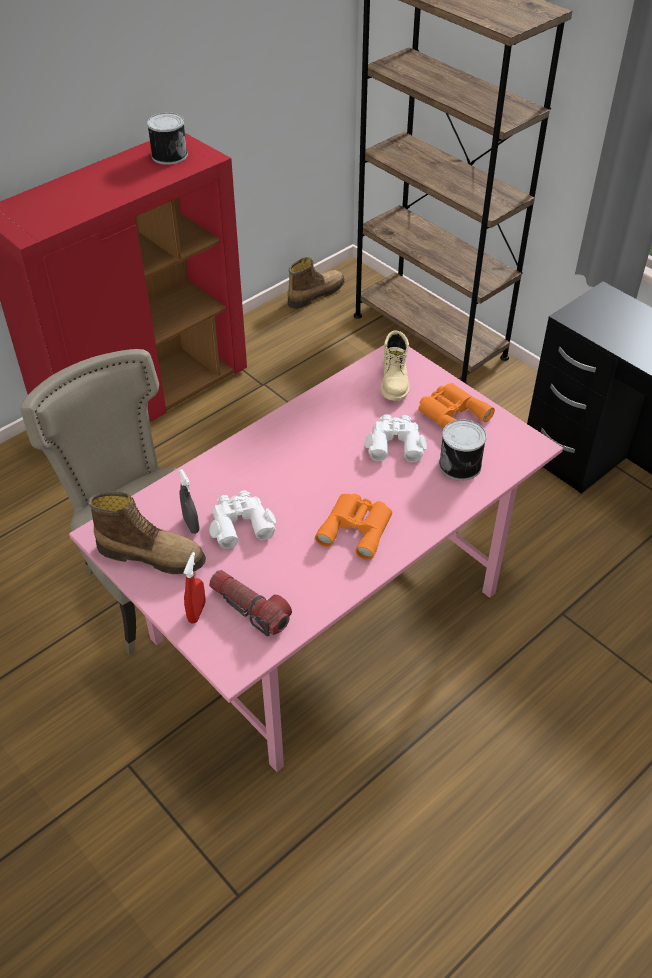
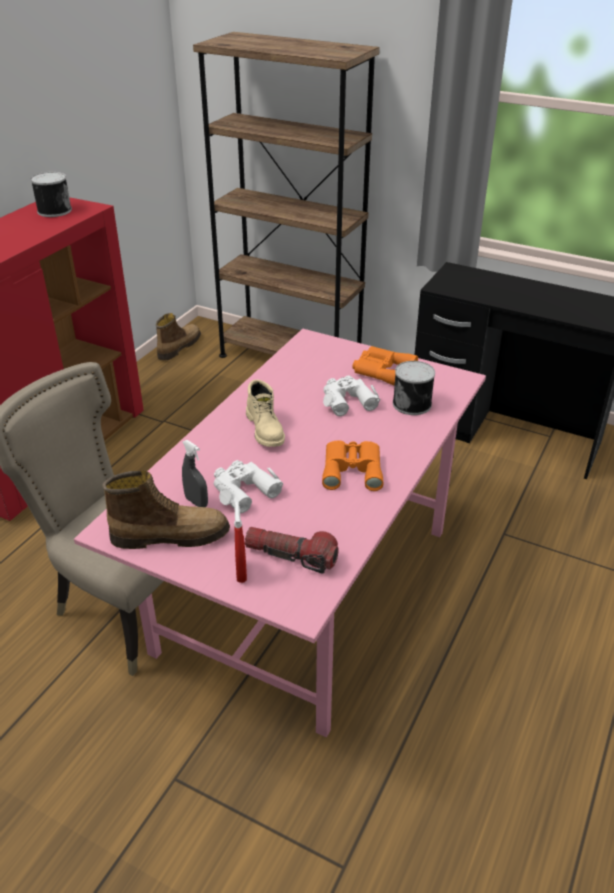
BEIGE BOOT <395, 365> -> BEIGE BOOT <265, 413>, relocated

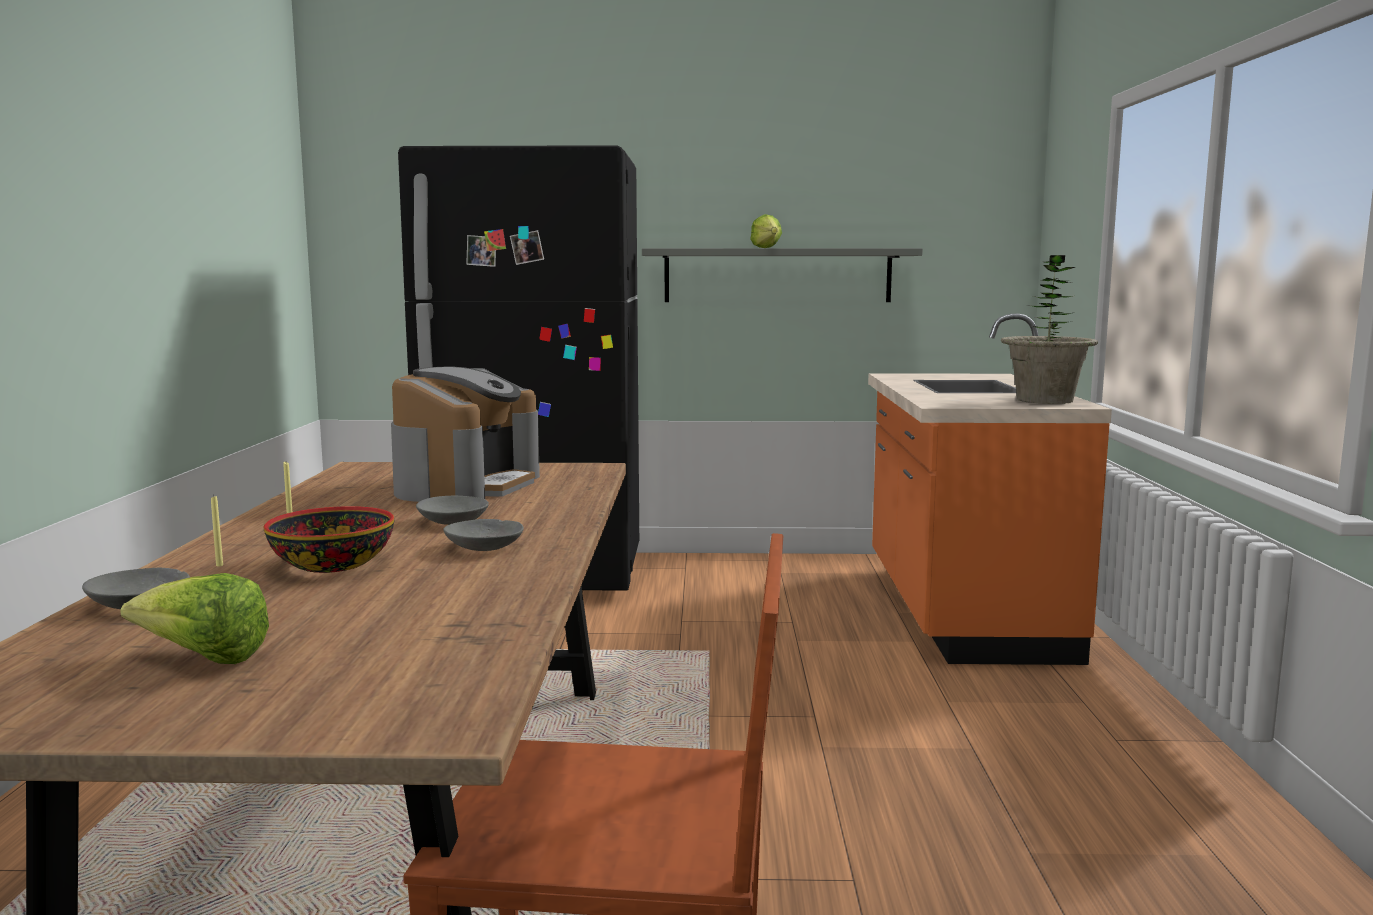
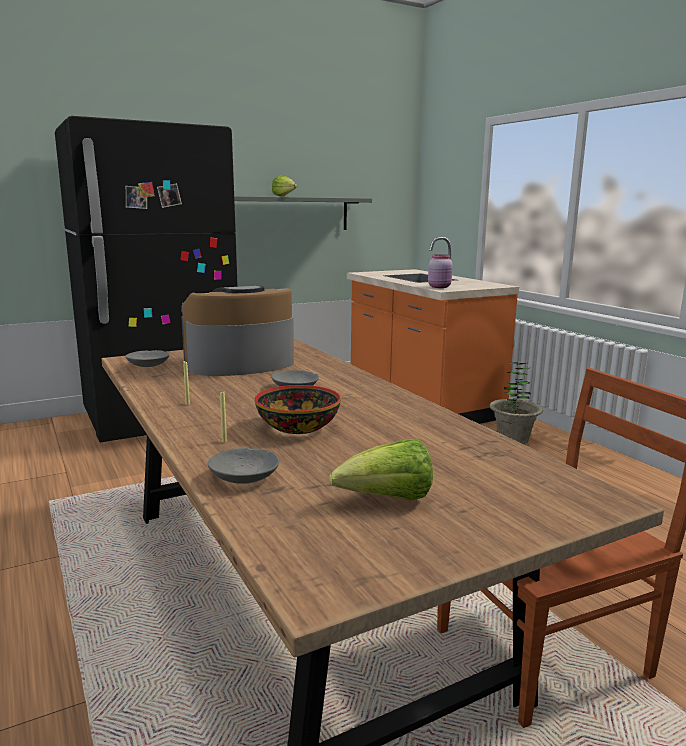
COFFEE MACHINE <465, 434> -> COFFEE MACHINE <237, 331>, 105 degrees counterclockwise
GREY BOWL <483, 535> -> GREY BOWL <147, 358>, relocated
POTTED PLANT <1049, 329> -> POTTED PLANT <516, 403>, relocated
none -> PINK JAR <440, 271>

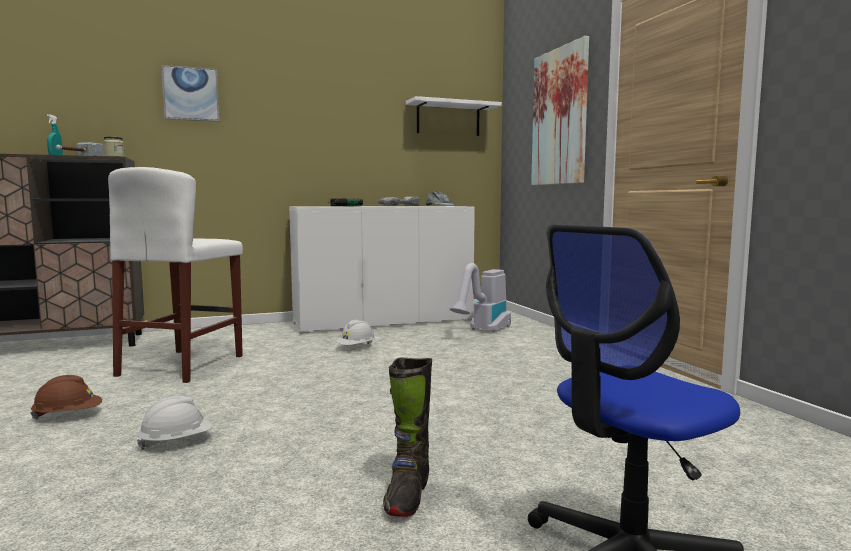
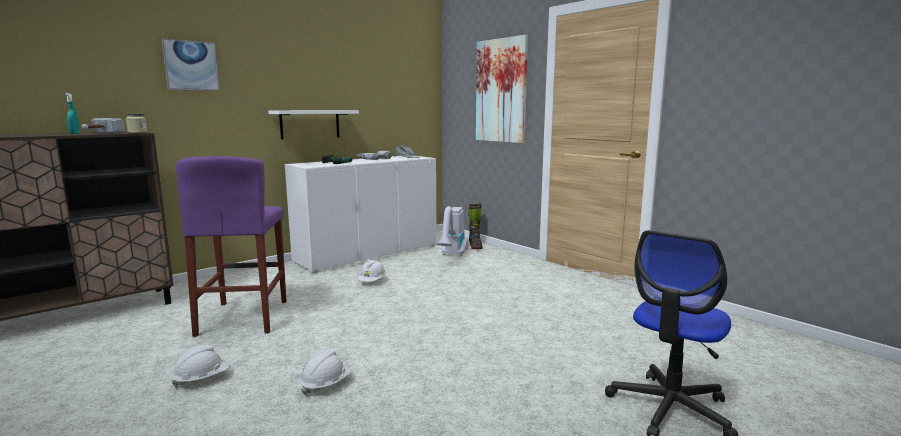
BROWN HARD HAT <66, 397> -> WHITE HARD HAT <200, 366>
WHITE STOOL <175, 275> -> PURPLE STOOL <231, 246>
BLACK BOOT <407, 437> -> BLACK BOOT <475, 226>, relocated
WHITE SHELF <454, 116> -> WHITE SHELF <313, 125>, relocated

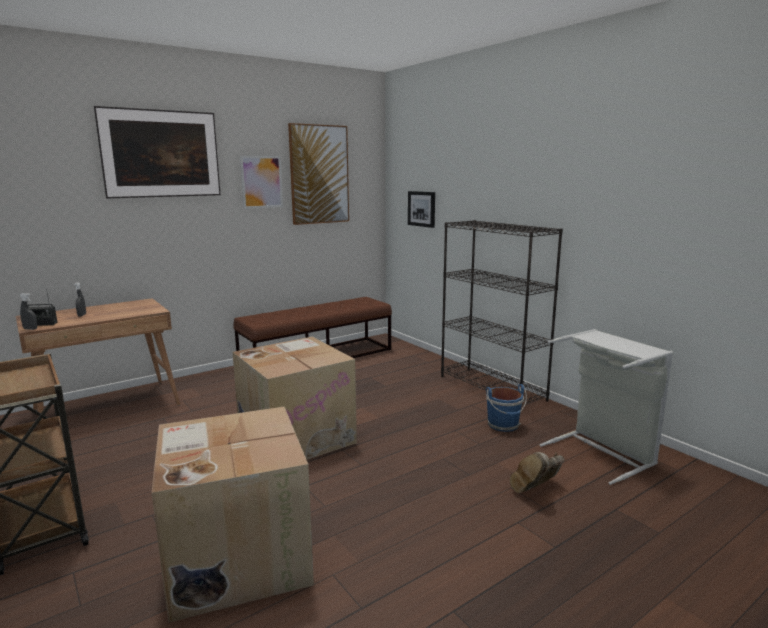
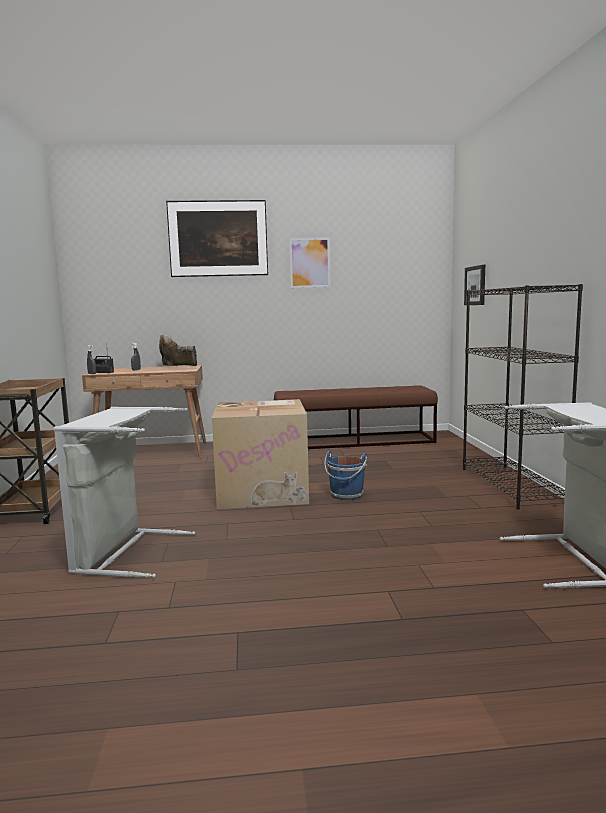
CARDBOARD BOX <233, 515> -> GREY LAUNDRY BASKET <124, 492>
PICTURE <318, 174> -> none
BLUE BUCKET <506, 408> -> BLUE BUCKET <345, 475>, relocated
BROWN BOOT <537, 472> -> BROWN BOOT <178, 350>, relocated

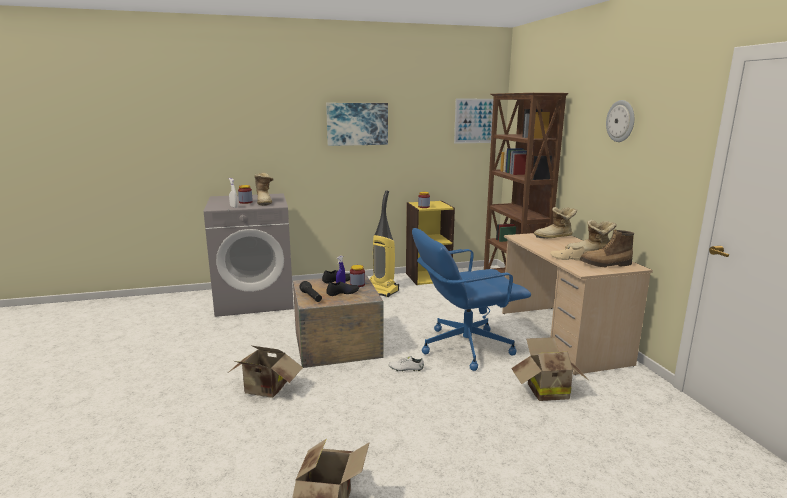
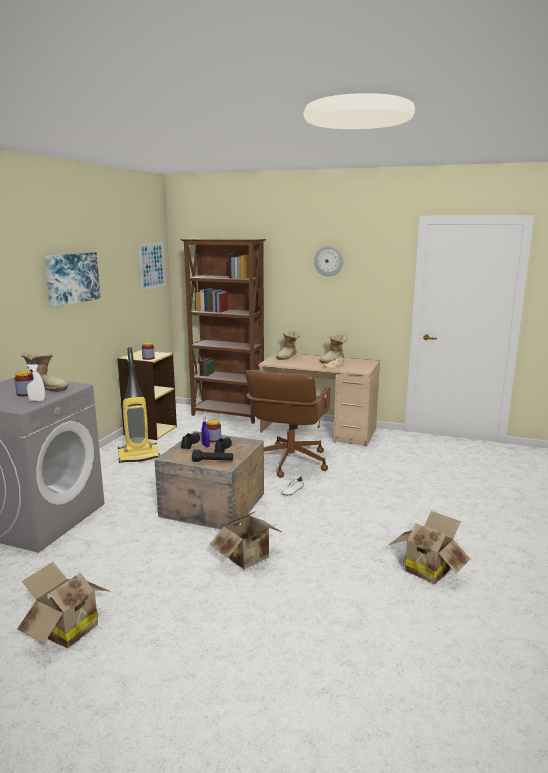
BLUE OFFICE CHAIR <471, 299> -> BROWN OFFICE CHAIR <288, 424>
CARDBOARD BOX <549, 369> -> CARDBOARD BOX <64, 605>, relocated
BOOT <607, 249> -> none

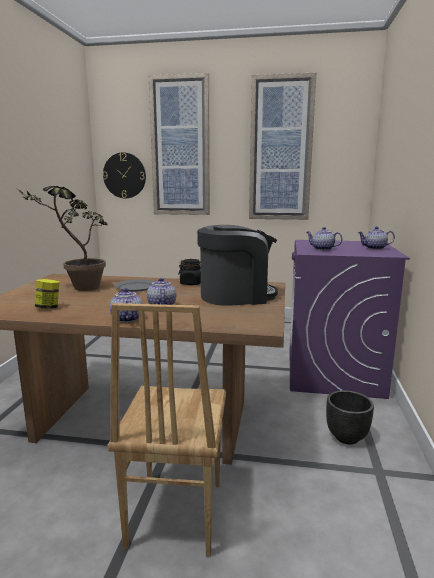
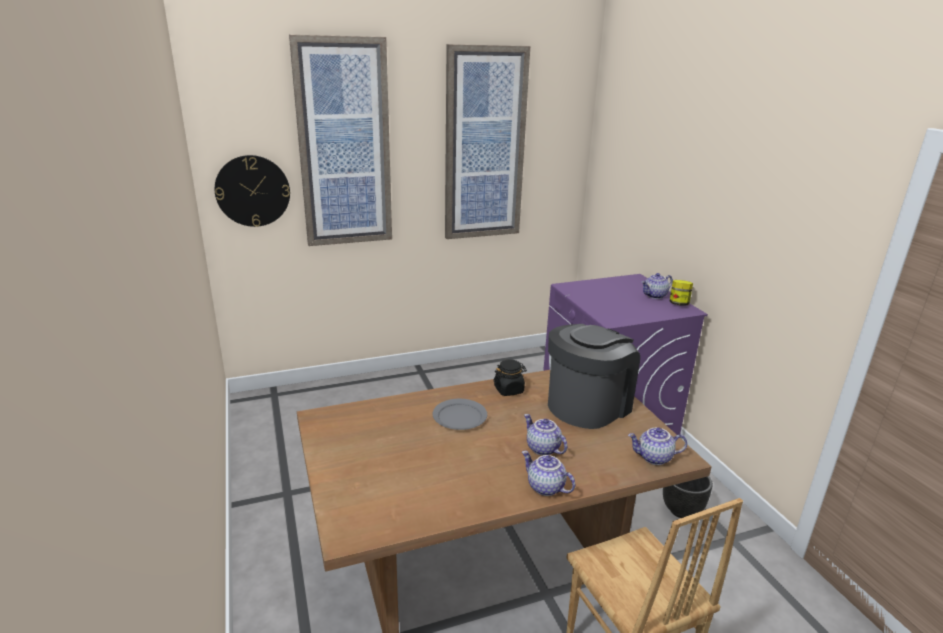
POTTED PLANT <62, 238> -> none
JAR <47, 294> -> JAR <681, 293>, relocated
TEAPOT <324, 238> -> TEAPOT <657, 446>, relocated

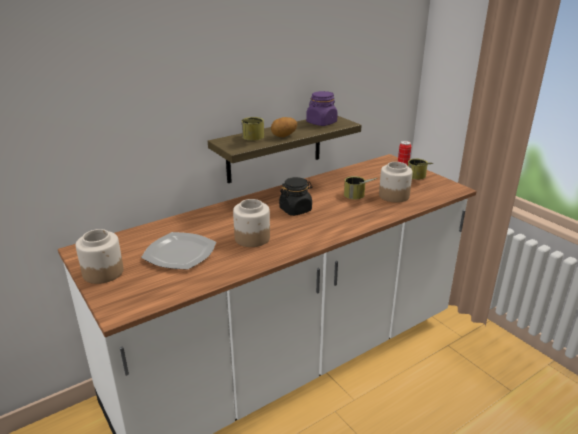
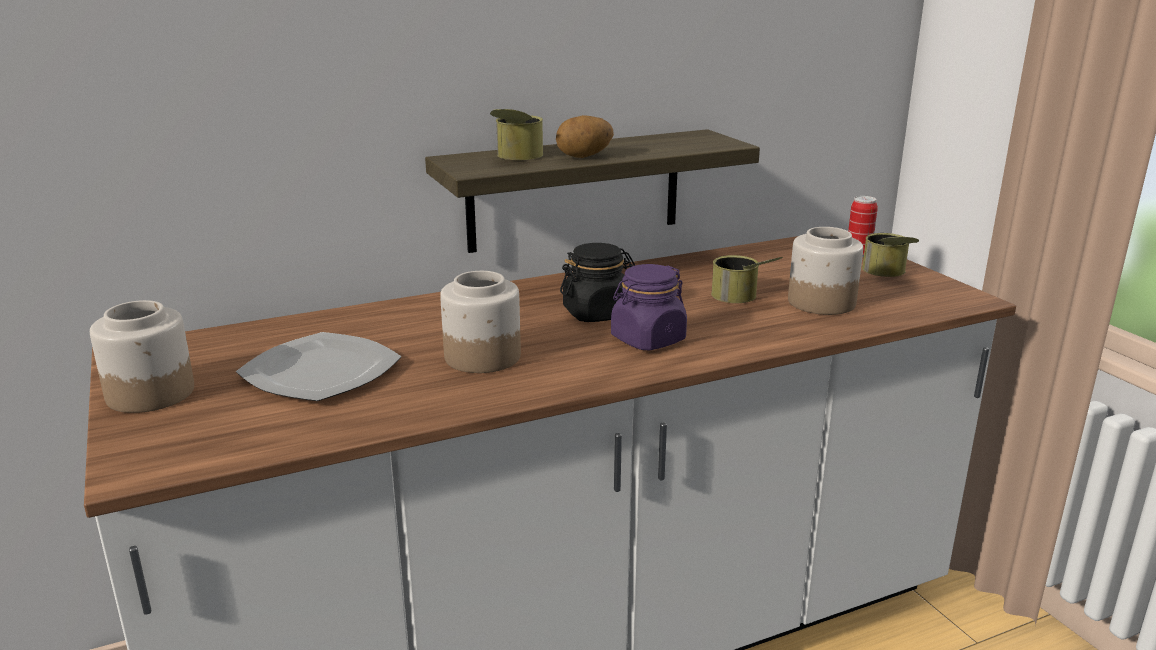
PURPLE JAR <322, 108> -> PURPLE JAR <649, 307>, relocated

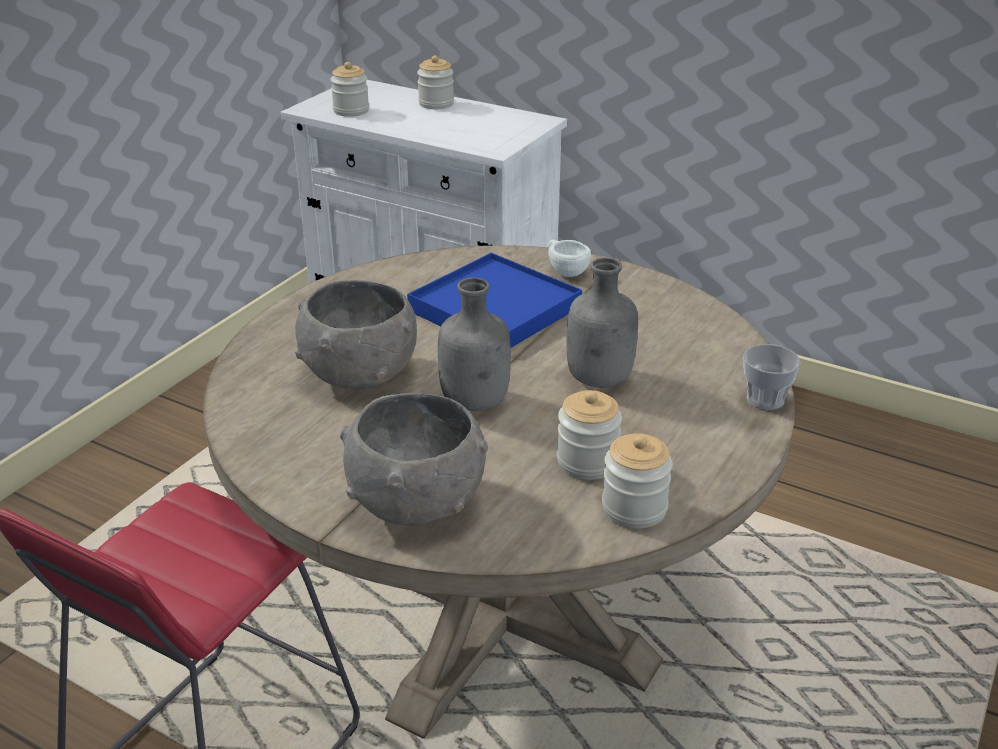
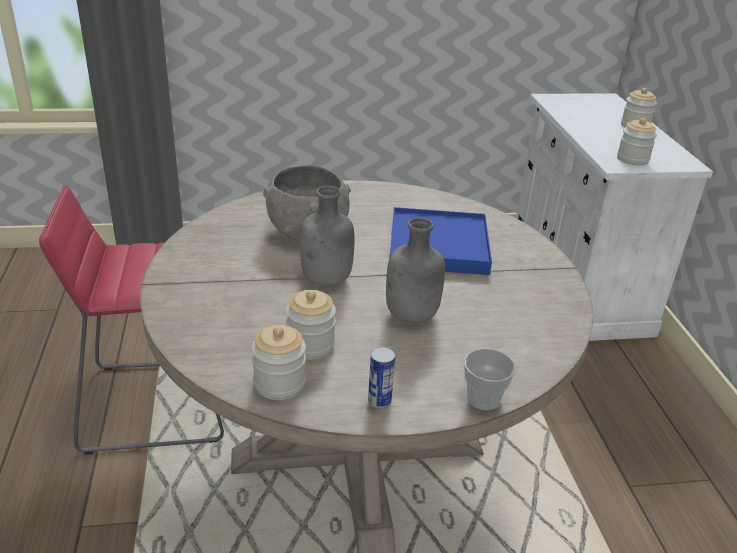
JAR <349, 89> -> JAR <637, 142>, relocated
GREY BOWL <414, 459> -> none
WHITE CUP <569, 258> -> none
none -> CAN <381, 378>

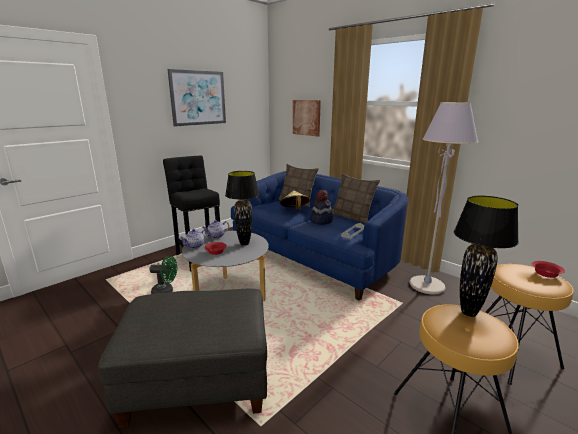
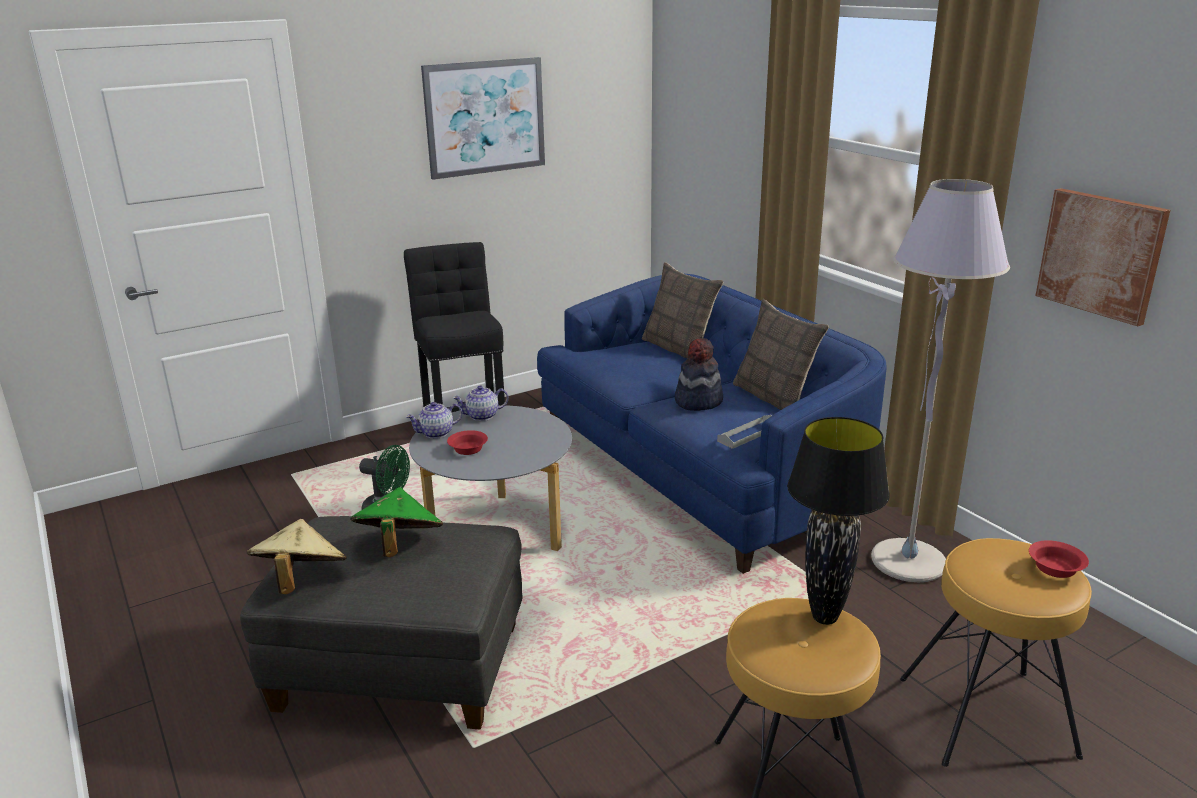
BLACK TABLE LAMP <242, 208> -> none
BEIGE HAT <295, 200> -> BEIGE HAT <297, 556>, relocated
PICTURE <307, 118> -> PICTURE <1102, 257>, relocated
none -> GREEN HAT <397, 522>

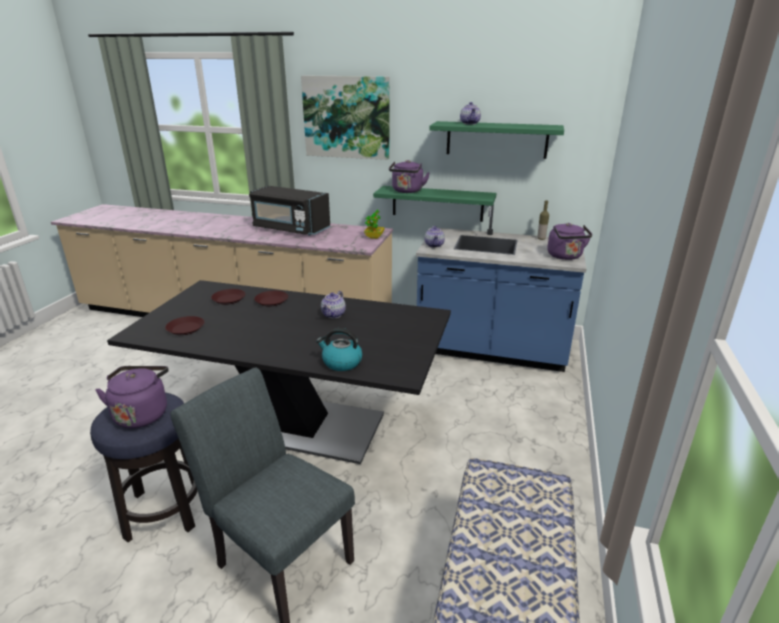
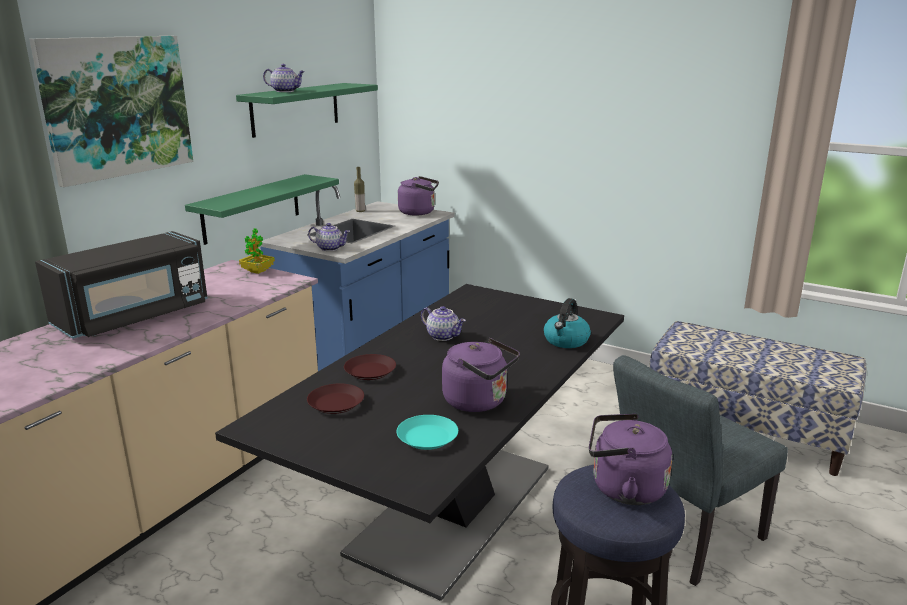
BROWN PLATE <184, 325> -> TURQUOISE PLATE <427, 432>
PURPLE KETTLE <409, 176> -> PURPLE KETTLE <481, 375>, relocated

